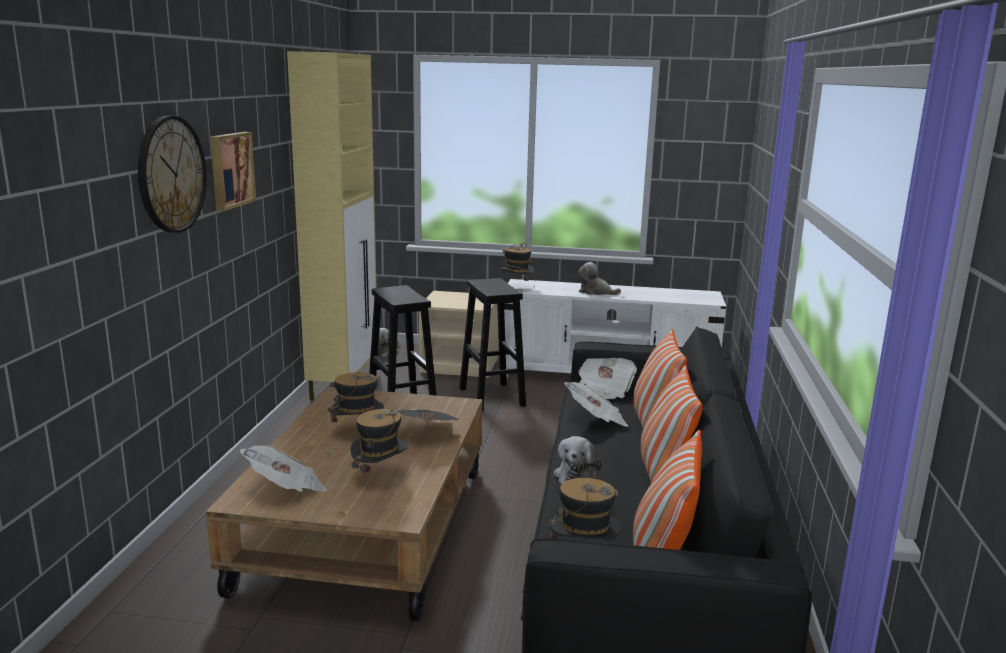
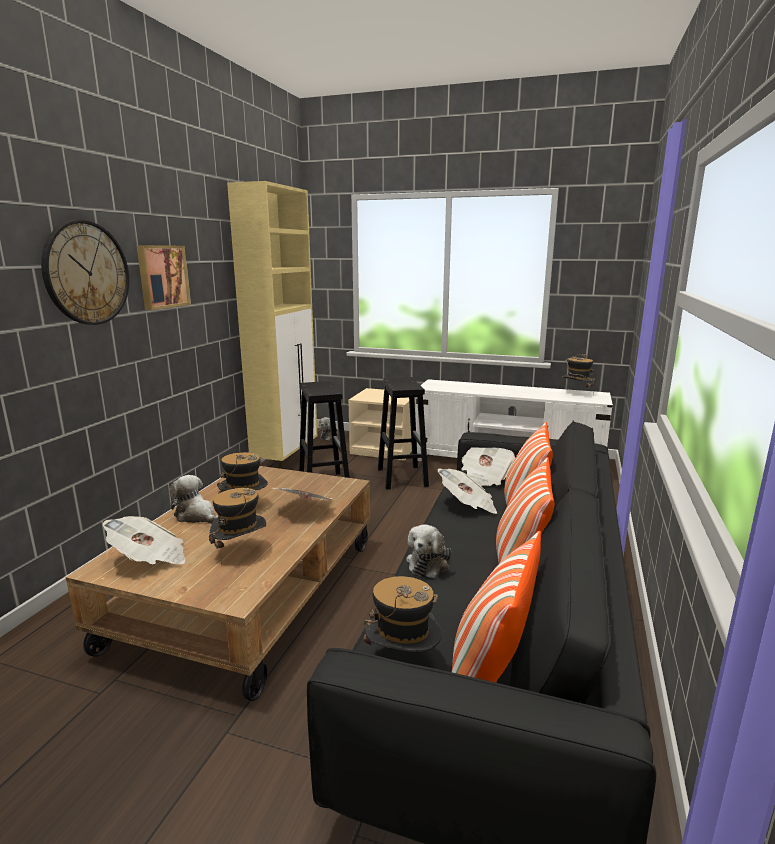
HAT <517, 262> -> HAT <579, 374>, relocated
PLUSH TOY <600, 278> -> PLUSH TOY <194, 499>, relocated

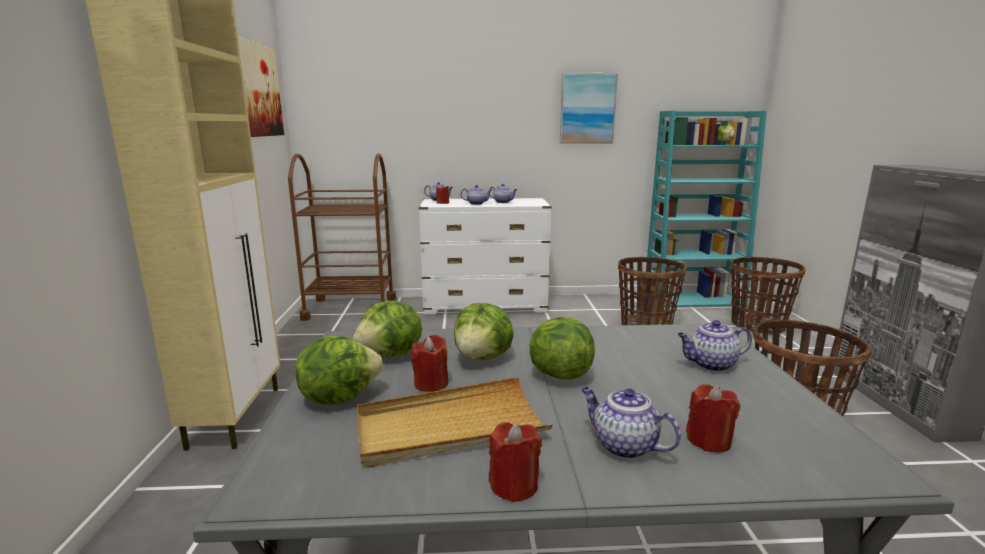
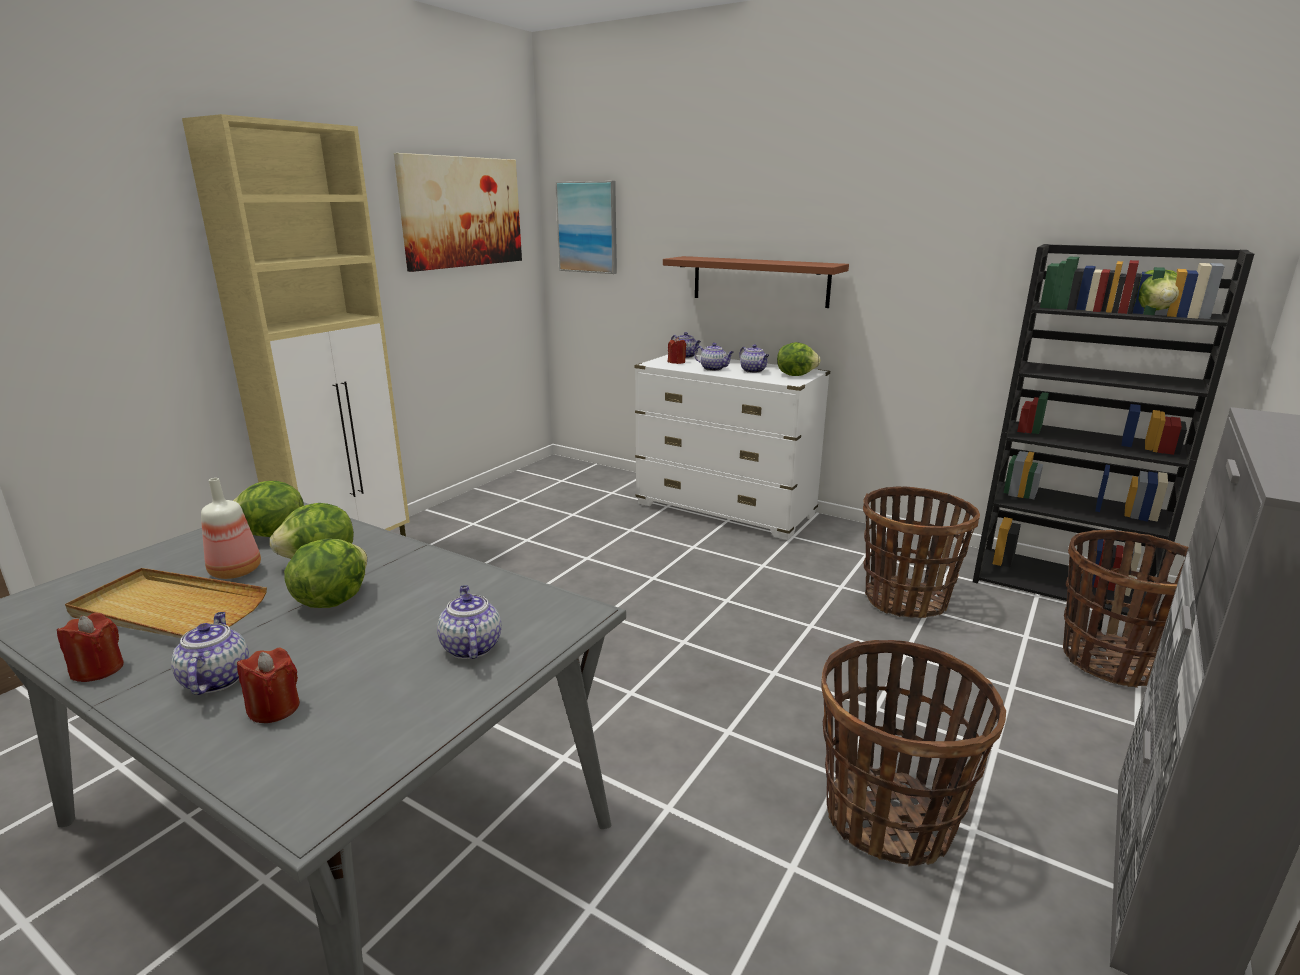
BROWN CART <342, 237> -> none
LETTUCE <339, 370> -> LETTUCE <799, 359>, relocated
RED CANDLE <430, 363> -> BOTTLE <231, 528>
PICTURE <589, 108> -> PICTURE <586, 227>, relocated
TURQUOISE BOOKCASE <707, 209> -> BLACK BOOKCASE <1113, 430>
TEAPOT <714, 346> -> TEAPOT <469, 622>, 45 degrees clockwise
none -> BROWN SHELF <756, 282>

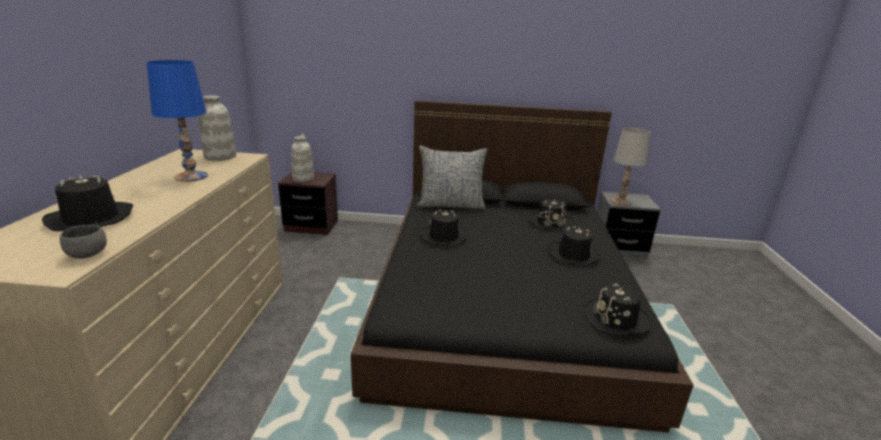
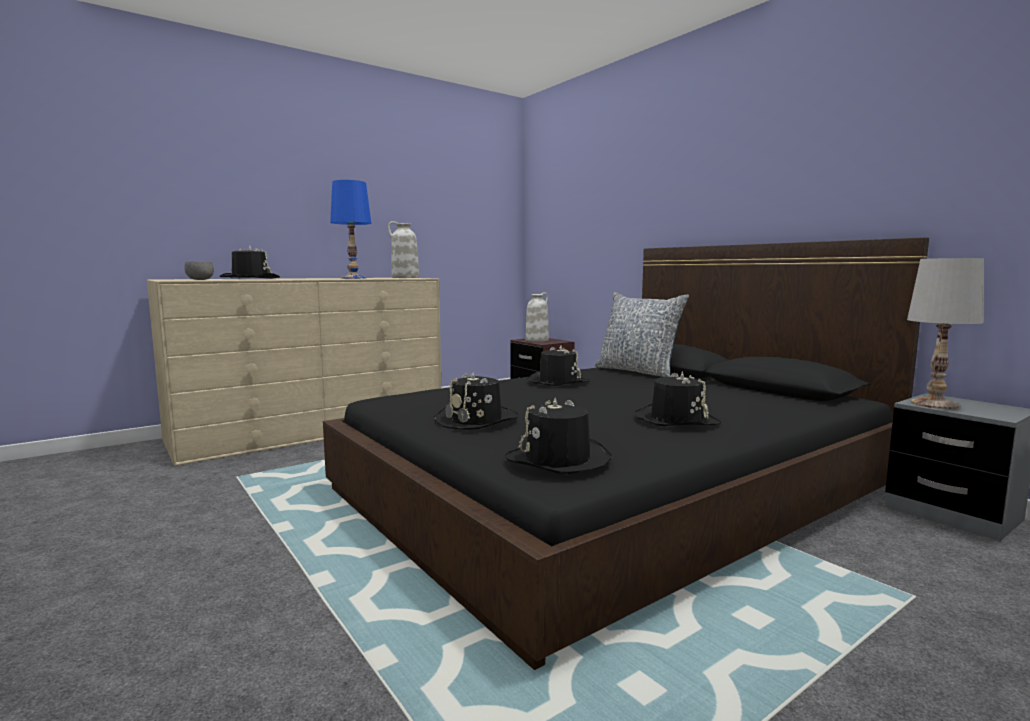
BLACK HAT <551, 215> -> BLACK HAT <476, 401>, relocated

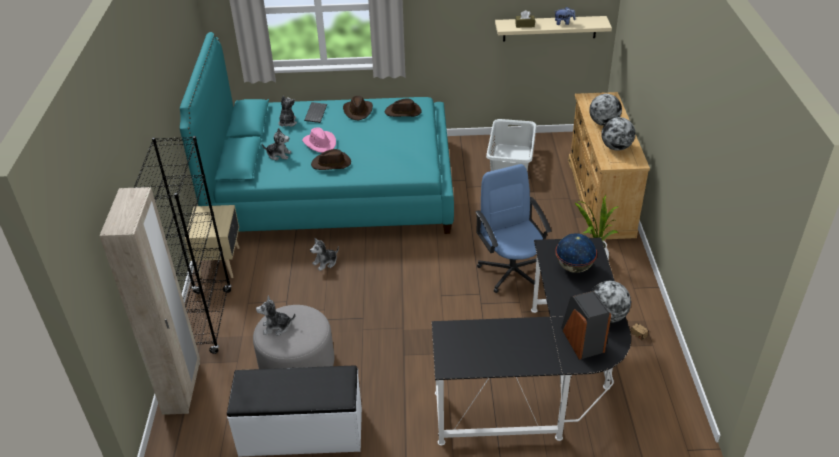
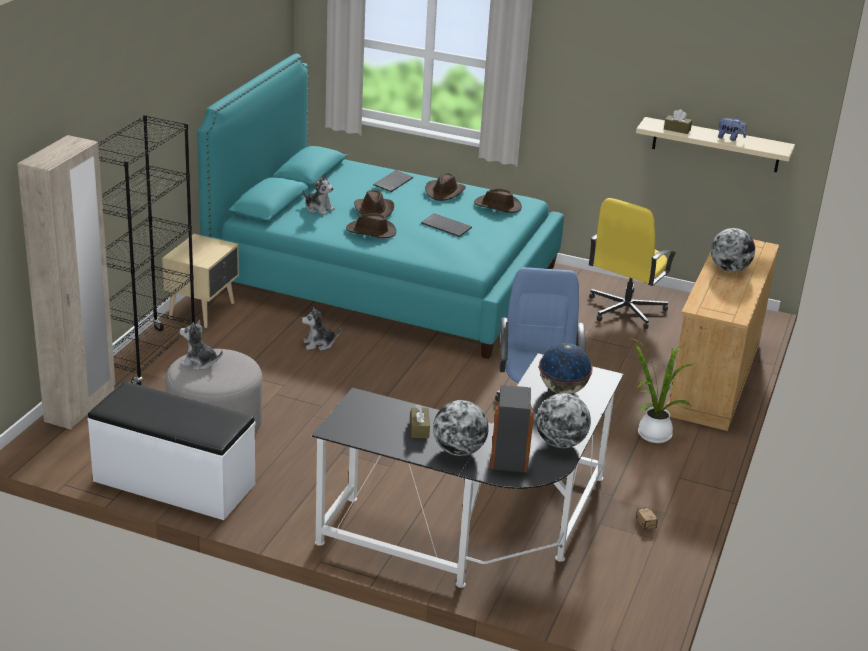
PLUSH TOY <288, 111> -> none
PINK HAT <319, 140> -> BROWN HAT <374, 203>
WHITE LAUNDRY BASKET <511, 145> -> YELLOW OFFICE CHAIR <632, 263>
GLOBE <618, 134> -> GLOBE <461, 428>, relocated
none -> BROWN TISSUE BOX <420, 421>
none -> KEYBOARD <446, 225>

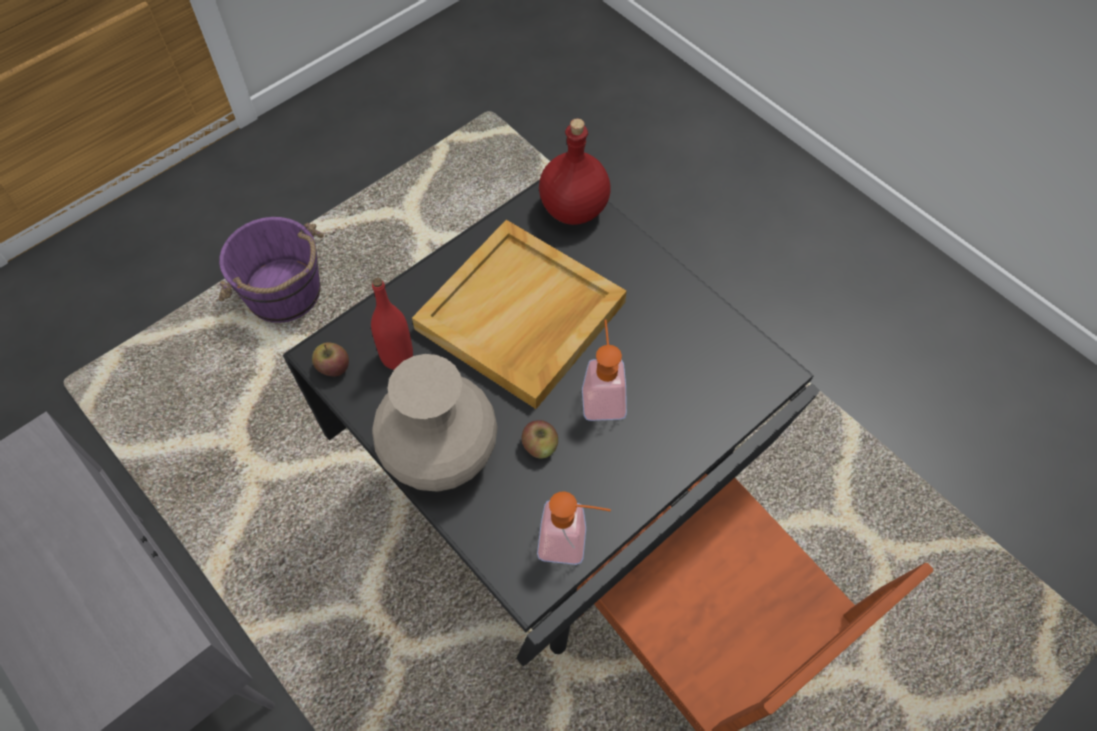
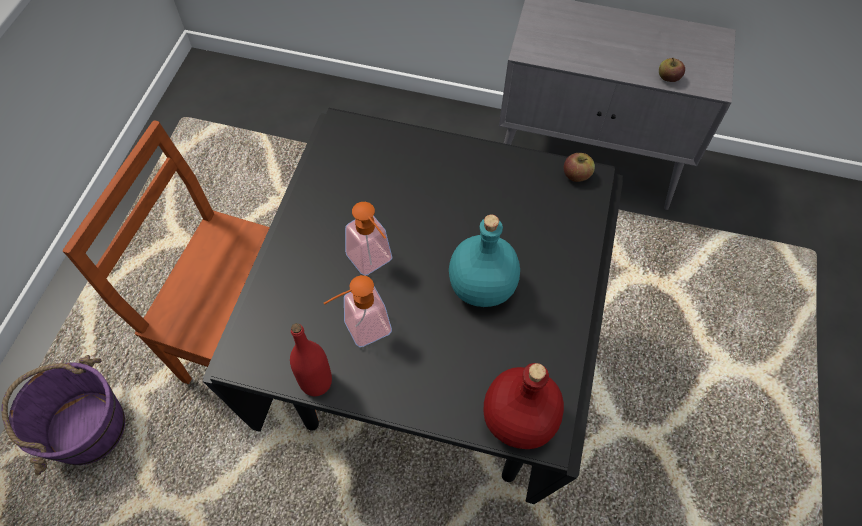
PURPLE BUCKET <271, 270> -> PURPLE BUCKET <63, 415>, relocated
RED BOTTLE <392, 324> -> RED BOTTLE <311, 359>, relocated
BEIGE VASE <435, 423> -> none
BEIGE TRAY <519, 314> -> TURQUOISE BOTTLE <484, 261>
APPLE <540, 439> -> APPLE <672, 70>, relocated
SOAP DISPENSER <574, 528> -> SOAP DISPENSER <357, 311>, relocated

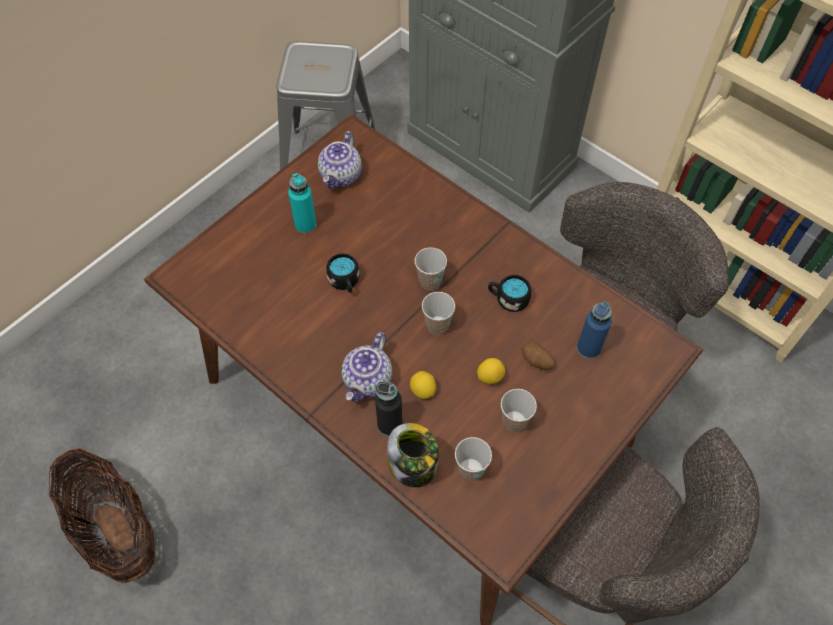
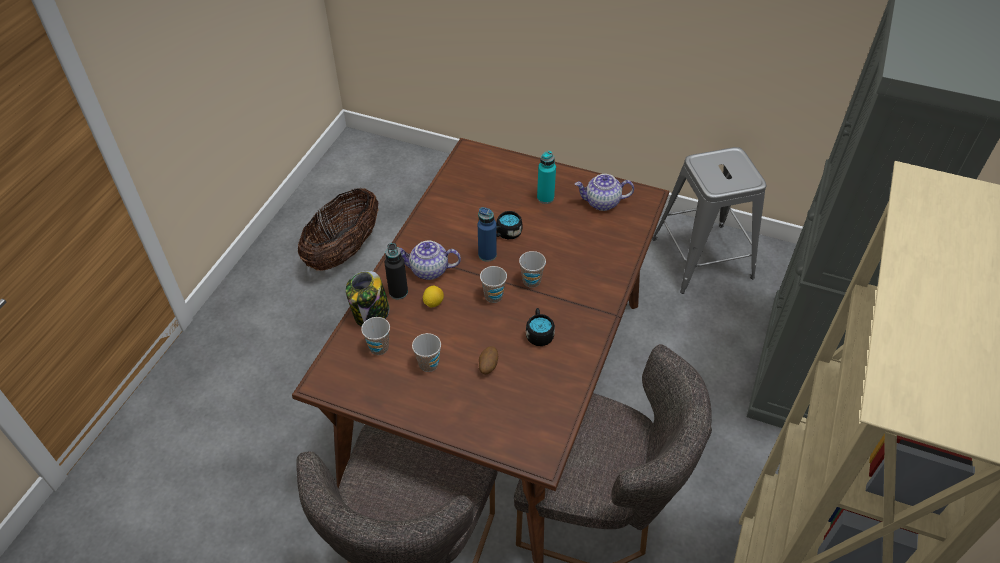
LEMON <491, 371> -> none
BLUE BOTTLE <594, 330> -> BLUE BOTTLE <487, 234>, relocated

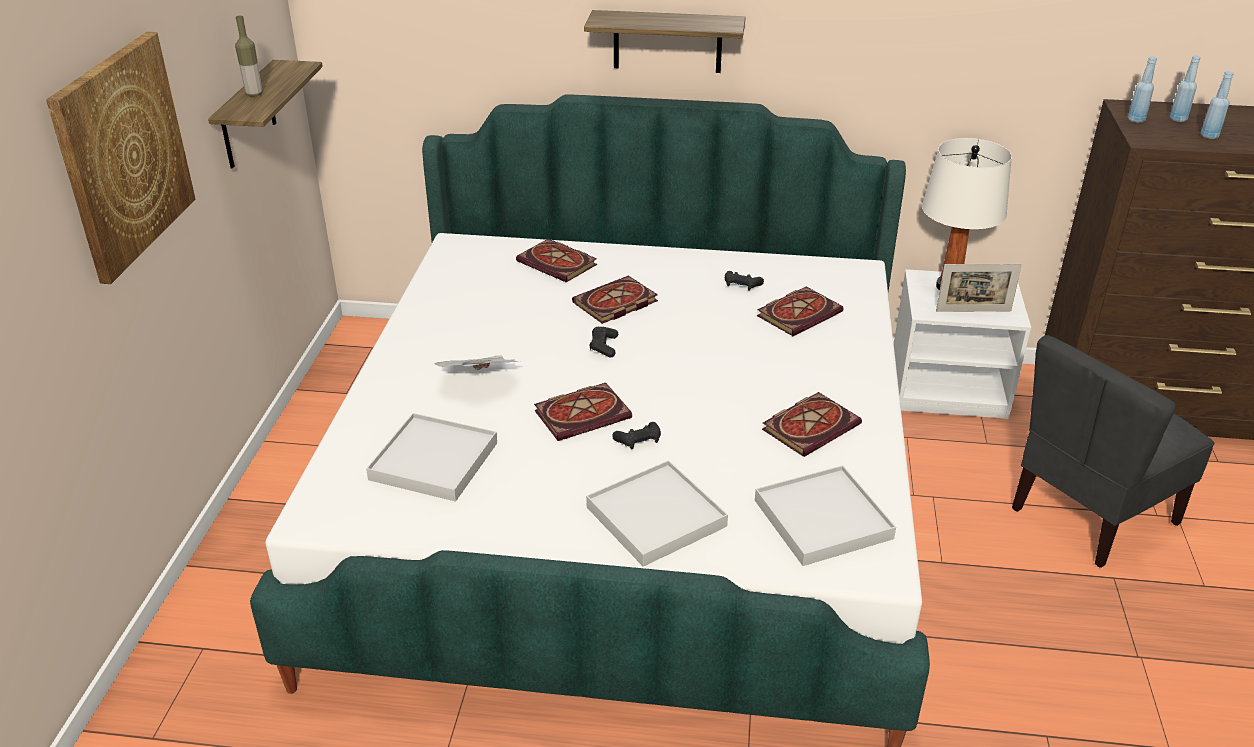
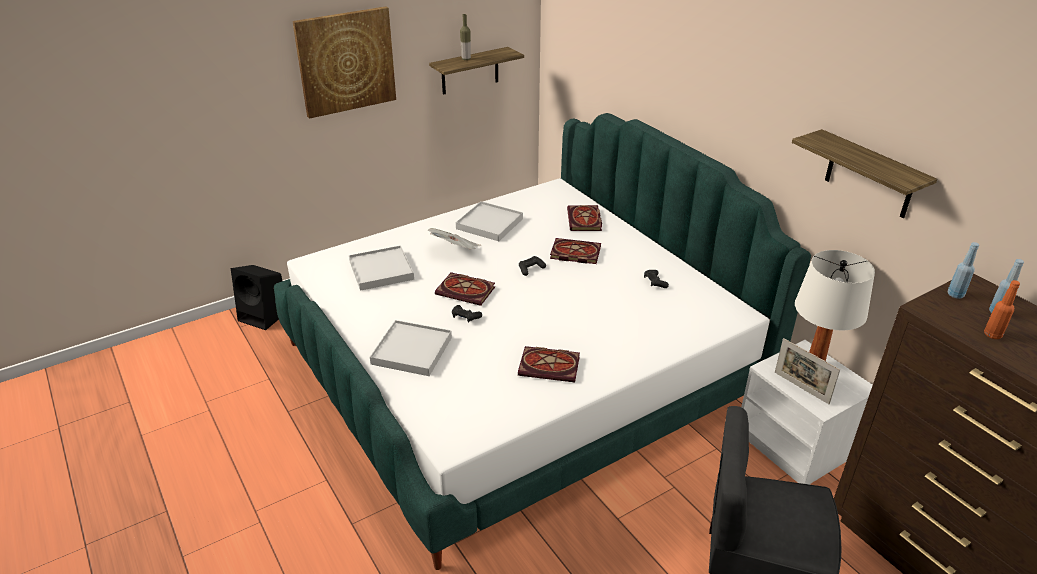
SHELF <664, 41> -> SHELF <864, 173>, relocated
WHITE TRAY <825, 515> -> WHITE TRAY <489, 221>, relocated
BOOK <800, 311> -> none
BLUE BOTTLE <1217, 105> -> ORANGE BOTTLE <1002, 309>
none -> BLACK SPEAKER <256, 297>

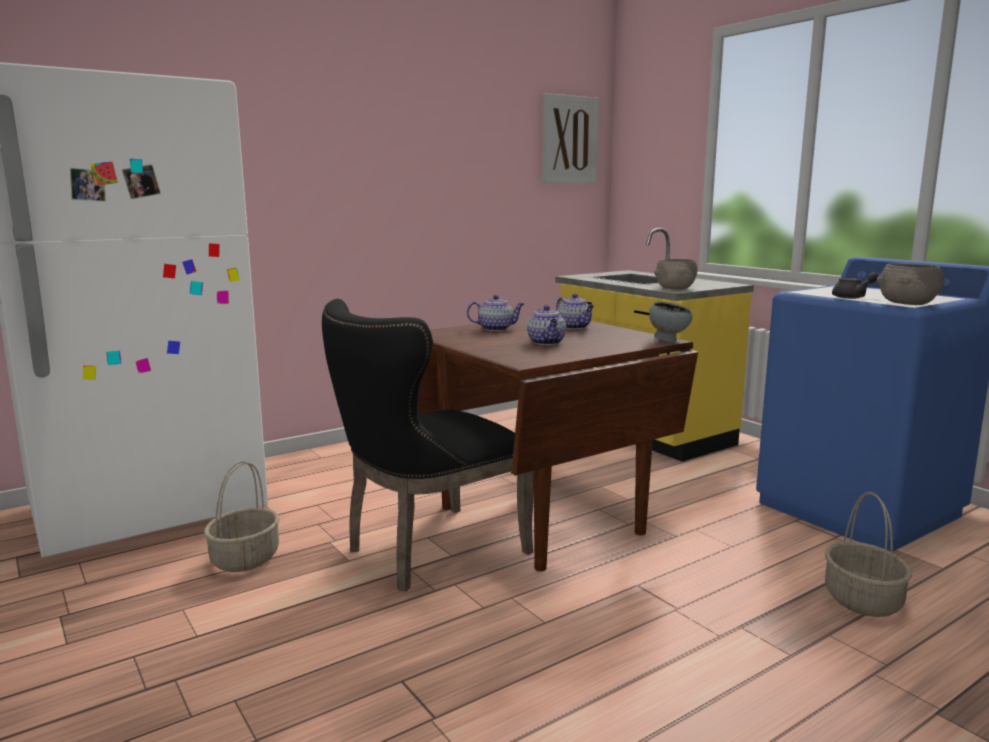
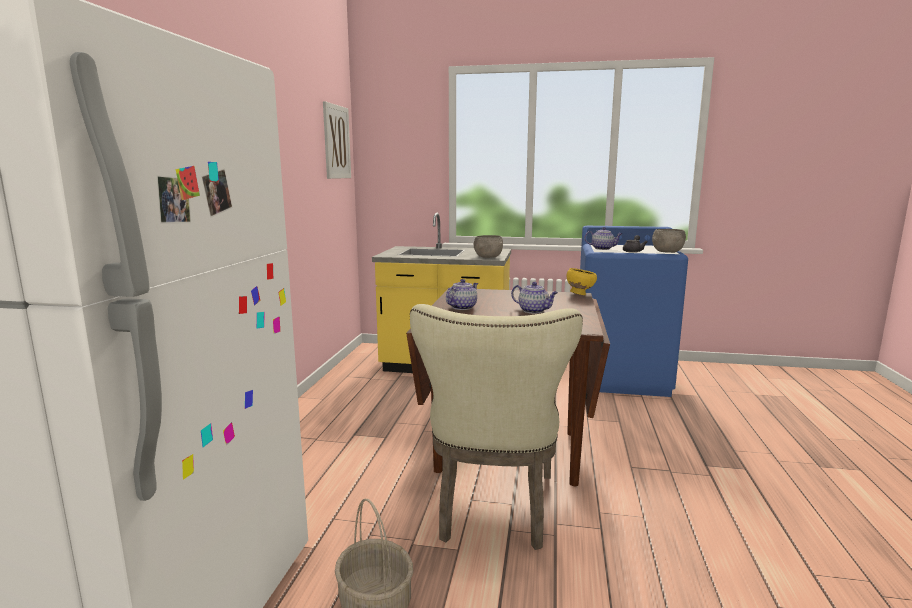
BLACK CHAIR <428, 445> -> BEIGE CHAIR <496, 427>
TEAPOT <575, 311> -> TEAPOT <603, 238>, relocated
GREY BOWL <671, 322> -> YELLOW BOWL <582, 281>
BASKET <868, 554> -> none

